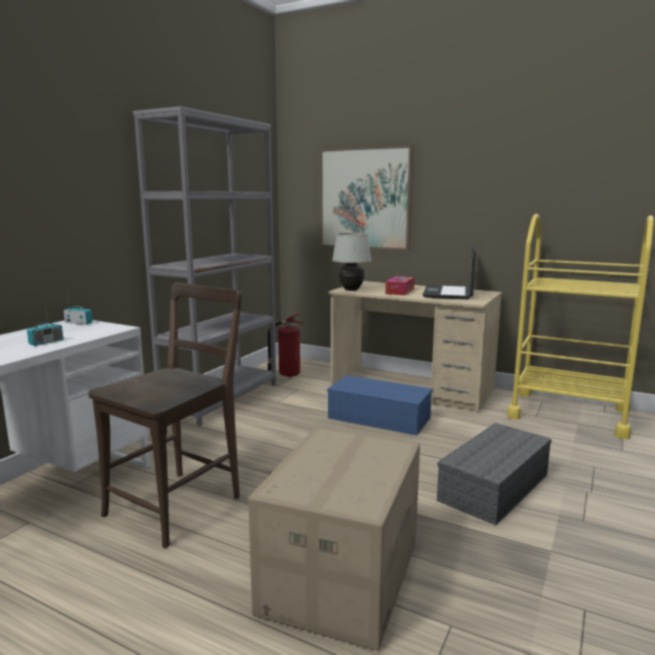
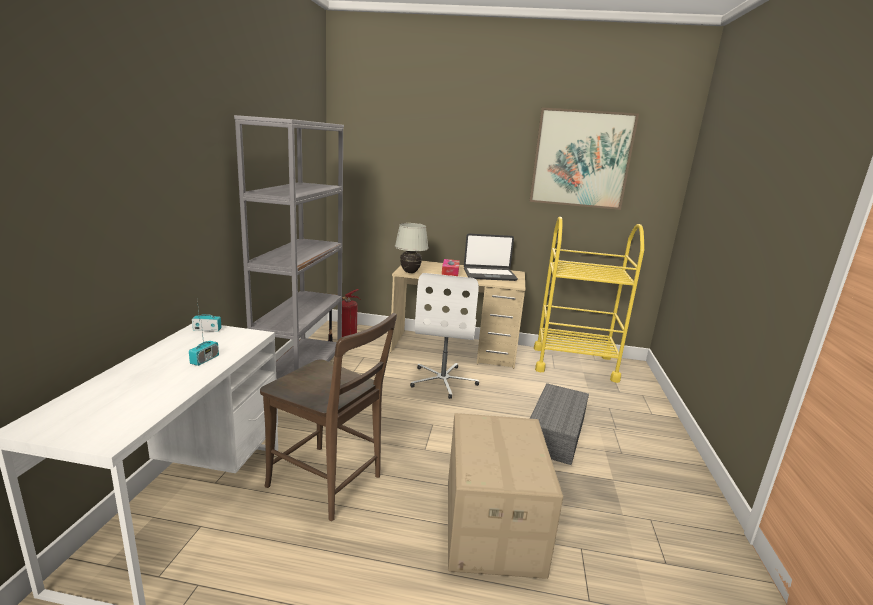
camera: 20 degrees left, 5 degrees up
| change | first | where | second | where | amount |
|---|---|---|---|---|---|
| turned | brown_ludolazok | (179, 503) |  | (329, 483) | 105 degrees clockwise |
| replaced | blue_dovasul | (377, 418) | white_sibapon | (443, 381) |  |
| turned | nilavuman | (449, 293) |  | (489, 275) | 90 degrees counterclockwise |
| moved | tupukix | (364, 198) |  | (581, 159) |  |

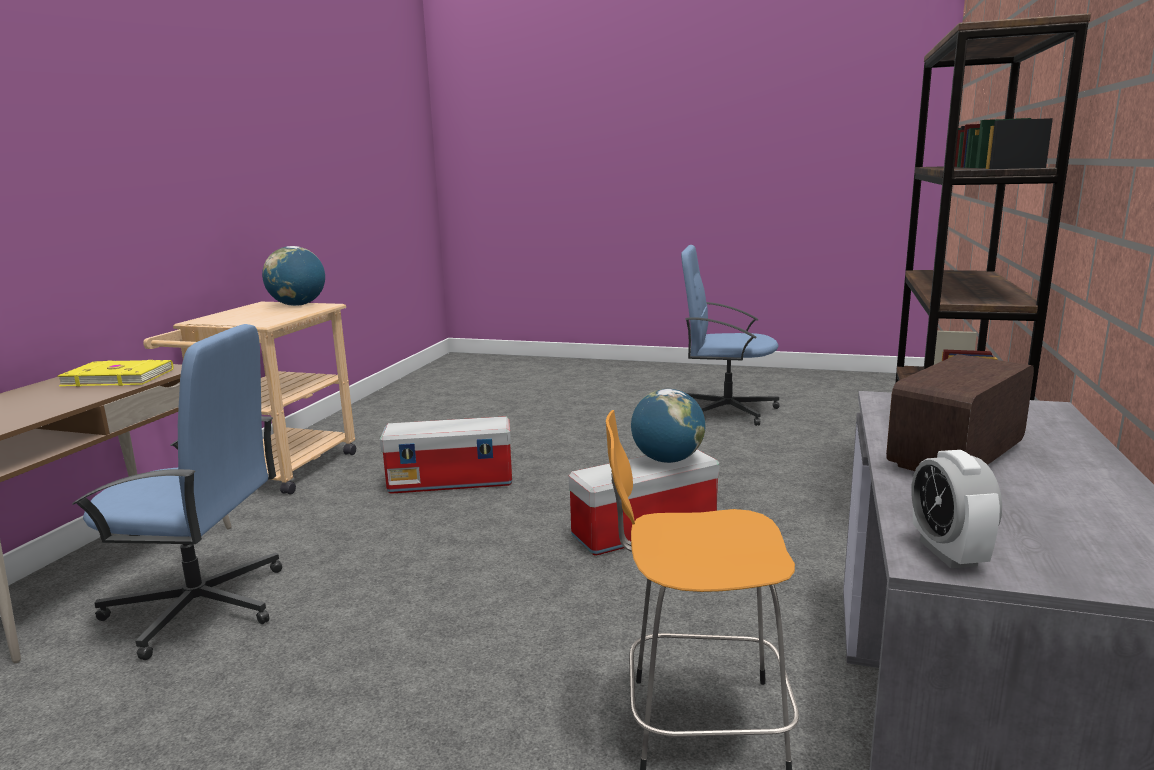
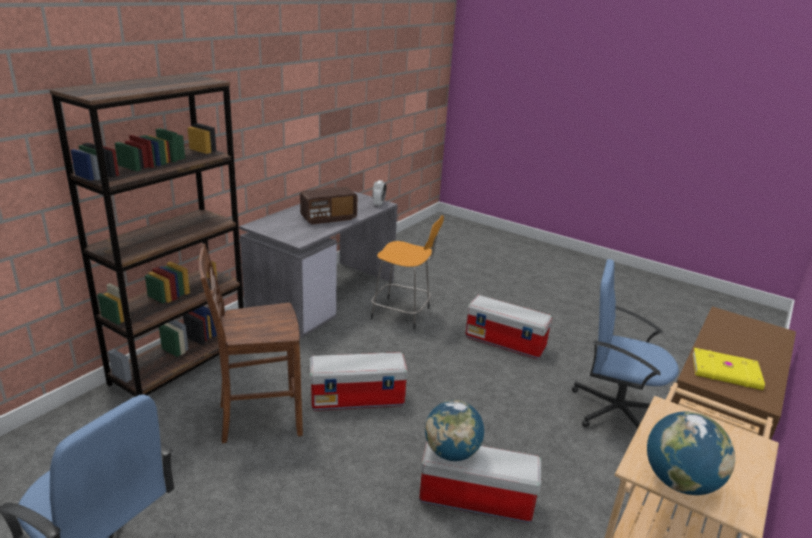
camera: 165 degrees left, 10 degrees up
| change | first | where | second | where | amount |
|---|---|---|---|---|---|
| added |  |  | brown_ludolazok | (258, 418) |  |
| moved | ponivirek | (667, 460) |  | (451, 453) |  |
| added |  |  | dovasul | (506, 342) |  |

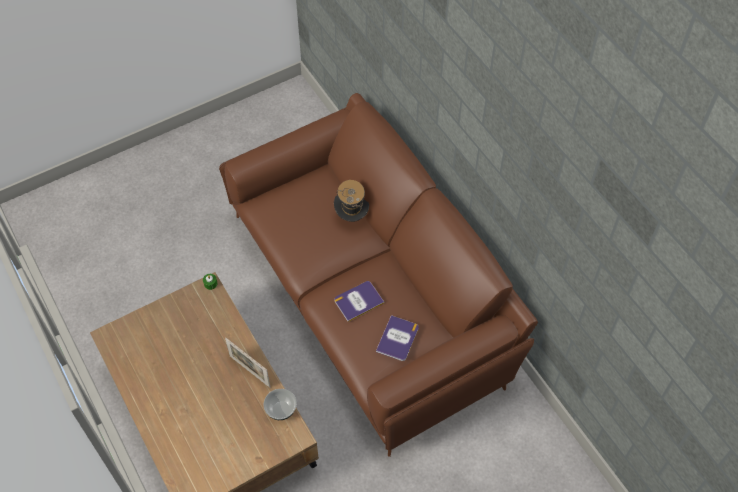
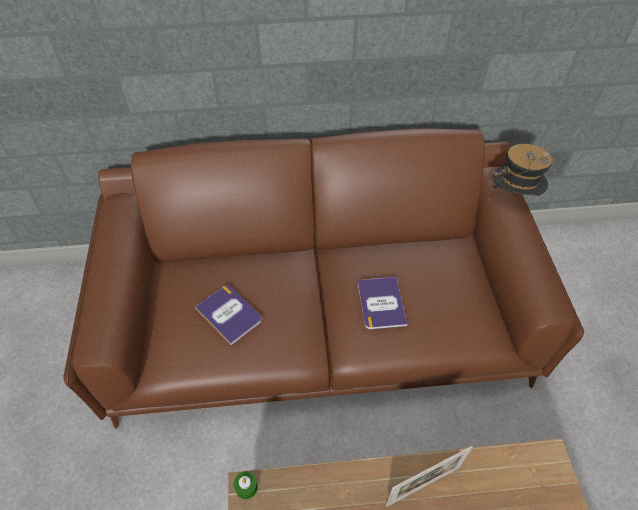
camera: 65 degrees left, 5 degrees down
| change | first | where | second | where | amount |
|---|---|---|---|---|---|
| moved | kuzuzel | (397, 339) |  | (229, 314) |  |
| moved | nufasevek | (351, 216) |  | (512, 198) |  |
| removed | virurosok | (281, 409) |  |  |  |

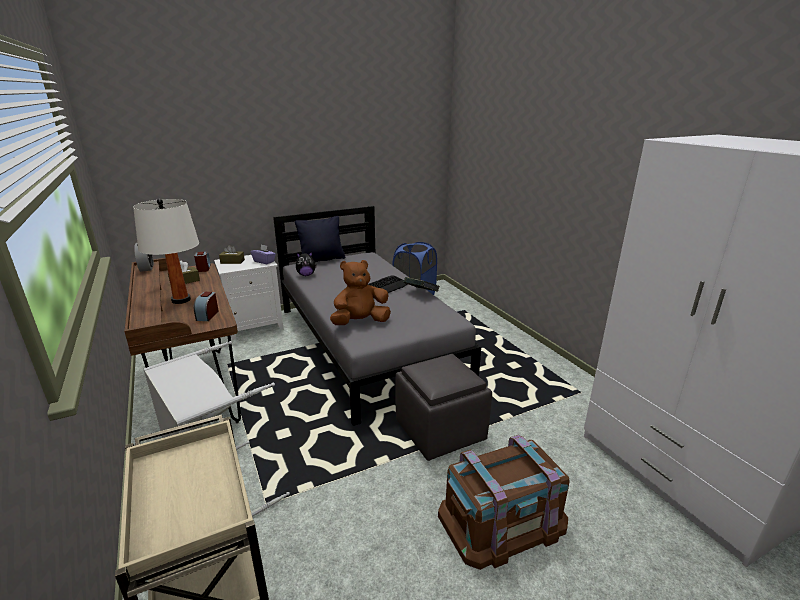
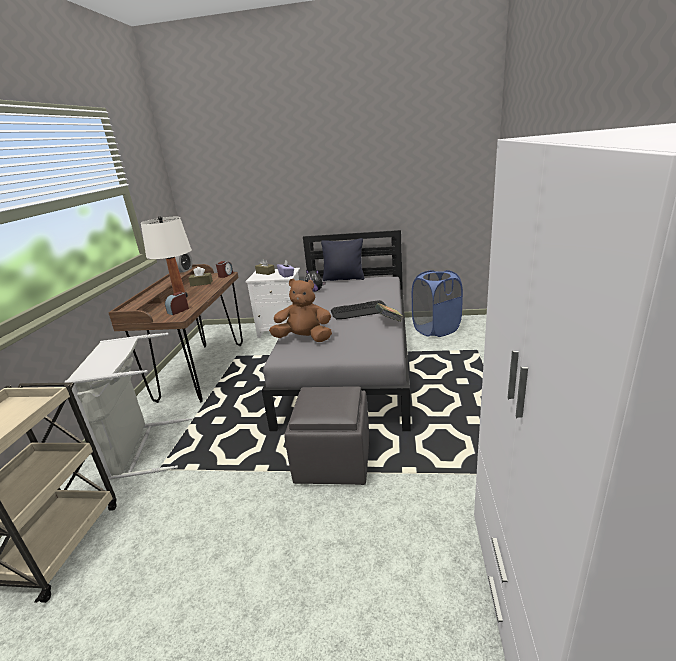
camera: 35 degrees right, 0 degrees up
| change | first | where | second | where | amount |
|---|---|---|---|---|---|
| removed | brown_dovasul | (502, 520) |  |  |  |

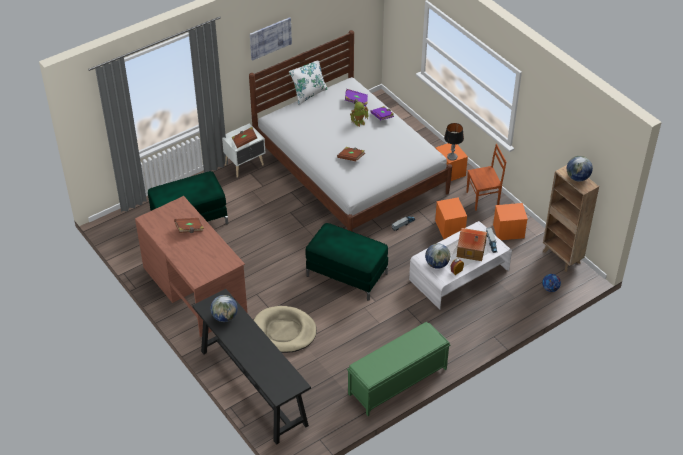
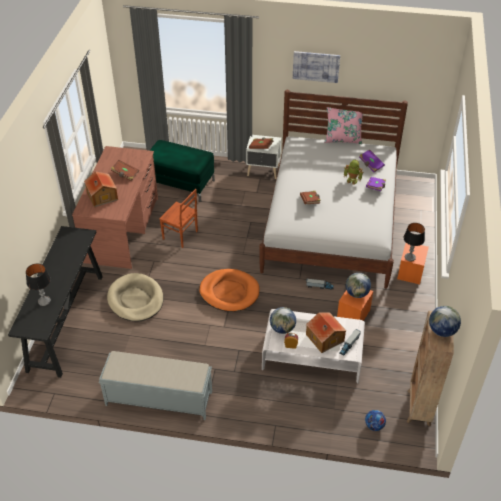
camera: 45 degrees right, 0 degrees up
| change | first | where | second | where | amount |
|---|---|---|---|---|---|
| added |  |  | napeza | (44, 301) |  |
| added |  |  | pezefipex | (102, 196) |  |
| recoloured | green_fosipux | (397, 382) | grey_fosipux | (158, 398) |  |
| moved | brown_ludolazok | (483, 199) |  | (180, 236) |  |
| replaced | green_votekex | (346, 274) | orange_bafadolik | (229, 292) |  |
| recoloured | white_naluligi | (308, 94) | pink_naluligi | (343, 139) |  |
| moved | ponivirek | (225, 317) |  | (357, 293) |  |
| removed | orange_dovasul | (508, 231) |  |  |  |

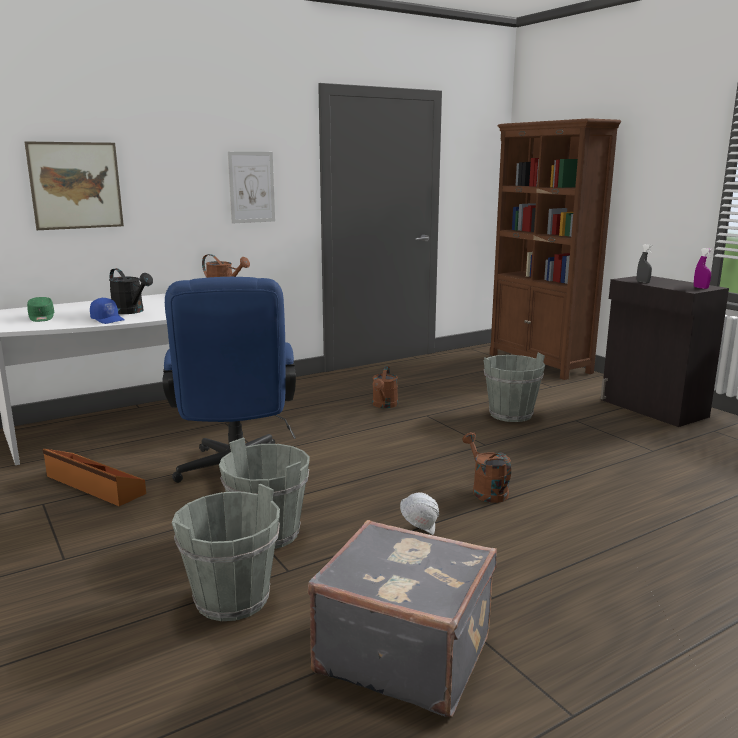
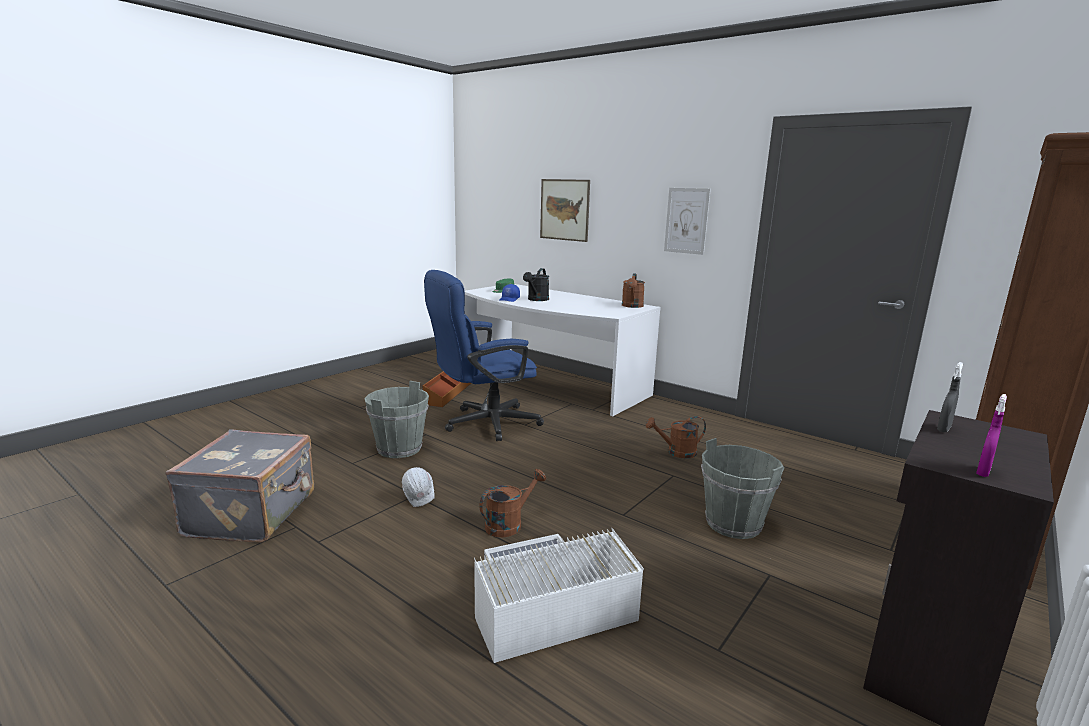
camera: 70 degrees right, 0 degrees up
| change | first | where | second | where | amount |
|---|---|---|---|---|---|
| added |  |  | white_dovasul | (546, 607) |  |
| removed | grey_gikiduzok | (232, 598) |  |  |  |

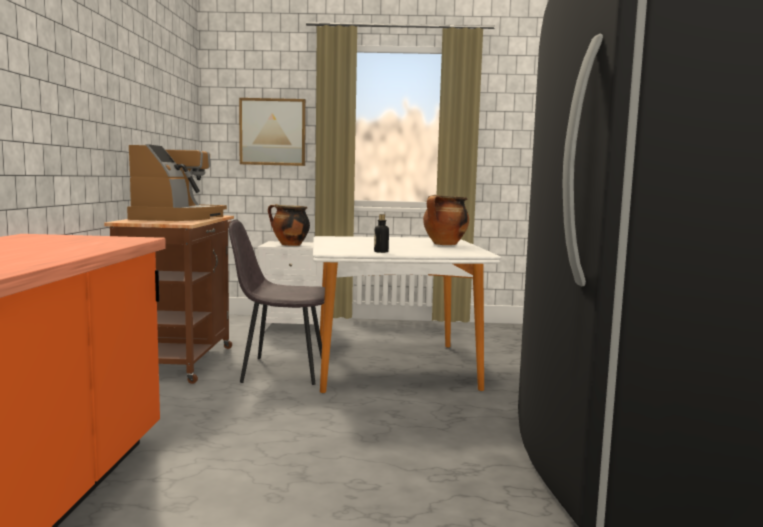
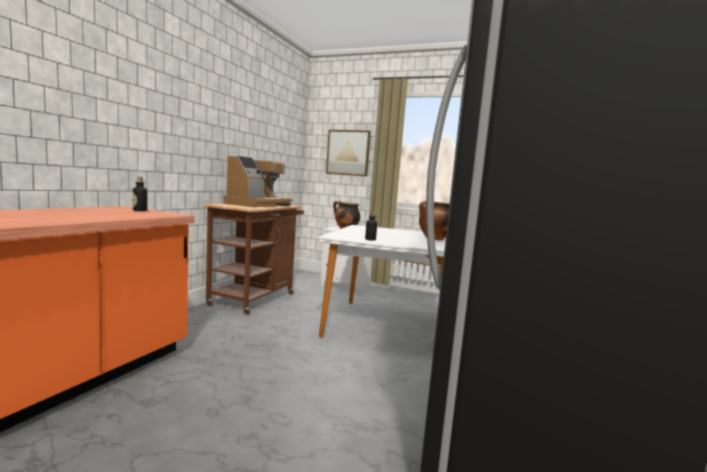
camera: 20 degrees right, 0 degrees up
| change | first | where | second | where | amount |
|---|---|---|---|---|---|
| added |  |  | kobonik | (140, 210) |  |
| removed | grey_ludolazok | (281, 370) |  |  |  |

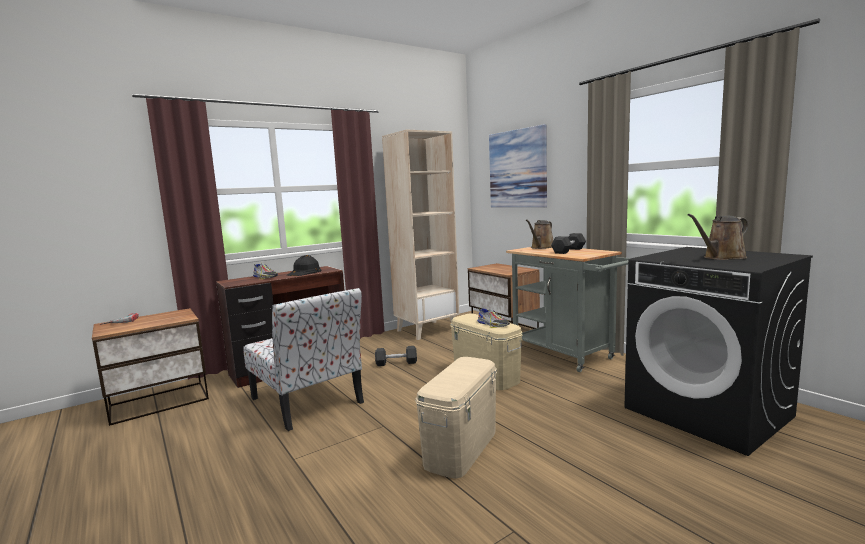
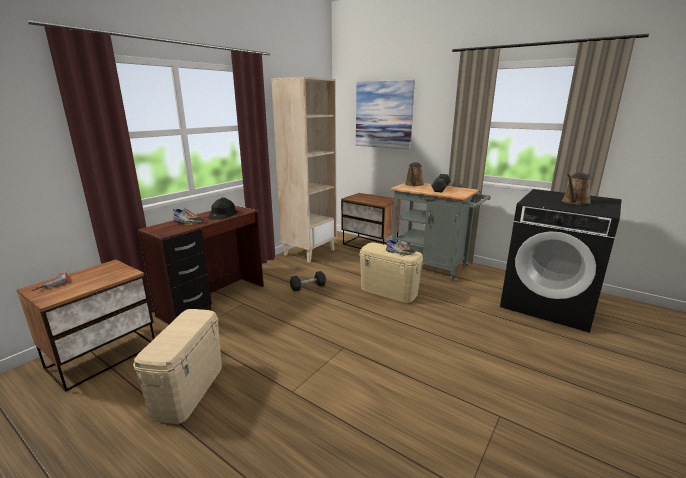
camera: 20 degrees left, 10 degrees up
| change | first | where | second | where | amount |
|---|---|---|---|---|---|
| moved | beige_dovasul | (461, 447) |  | (188, 389) |  |
| removed | ludolazok | (308, 401) |  |  |  |

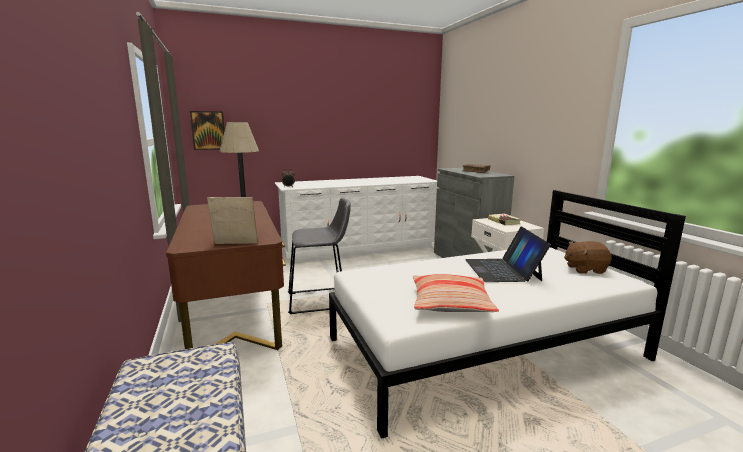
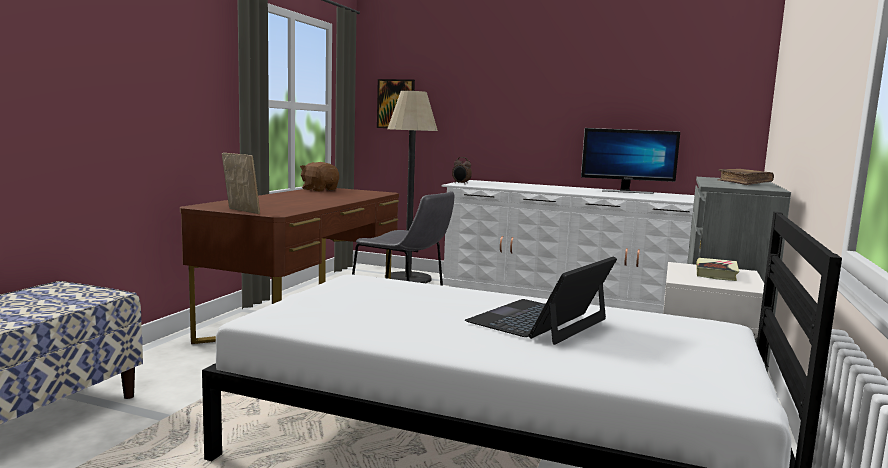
camera: 40 degrees right, 5 degrees down
| change | first | where | second | where | amount |
|---|---|---|---|---|---|
| moved | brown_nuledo | (584, 269) |  | (319, 190) |  |
| added |  |  | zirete | (626, 191) |  |
| removed | naluligi | (450, 303) |  |  |  |

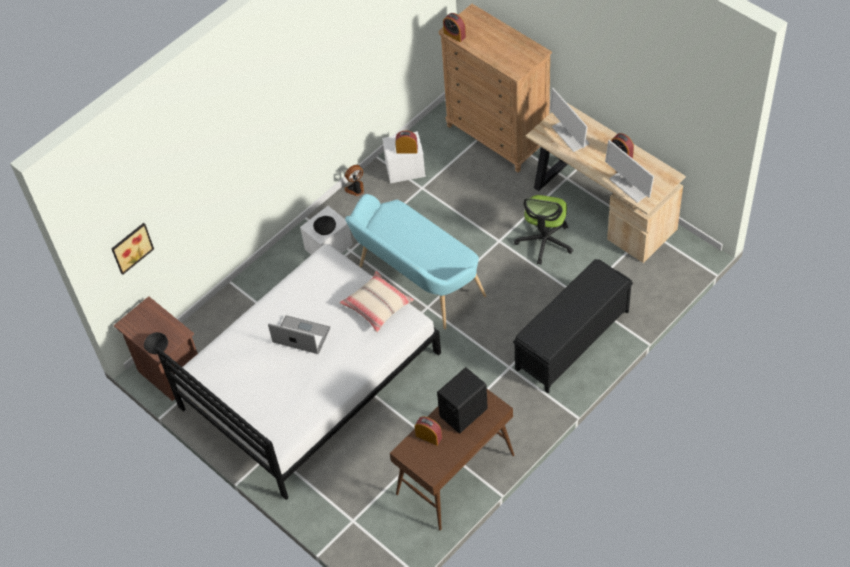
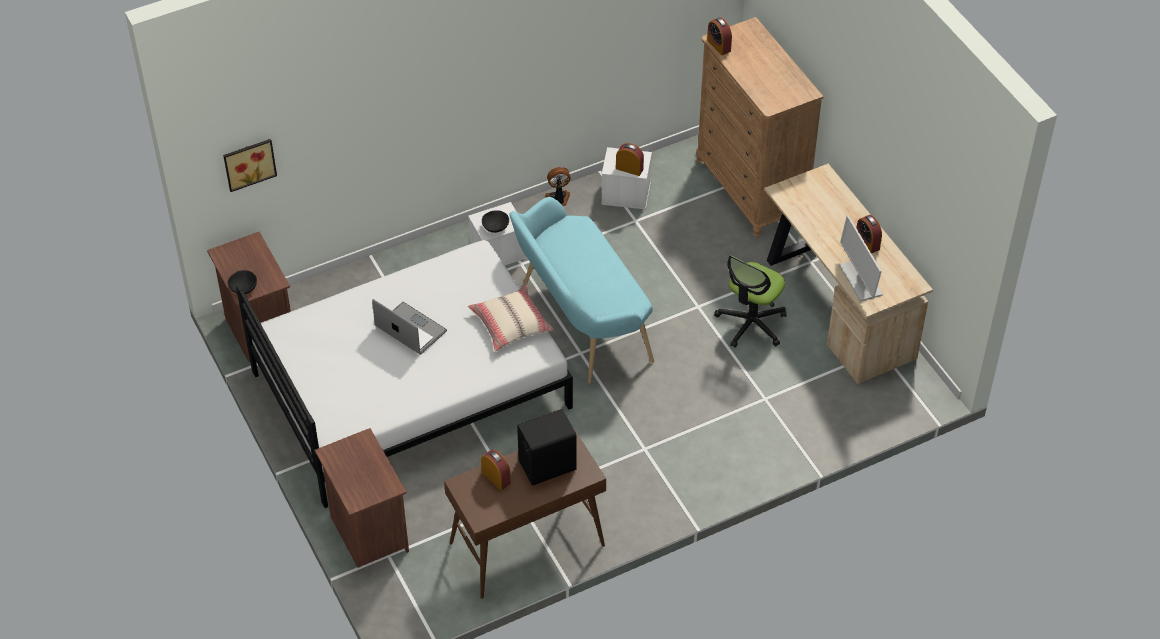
camera: 15 degrees right, 5 degrees down
| change | first | where | second | where | amount |
|---|---|---|---|---|---|
| added |  |  | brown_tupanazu | (367, 532) |  |
| removed | black_fosipux | (571, 341) |  |  |  |
| removed | zirete | (570, 135) |  |  |  |

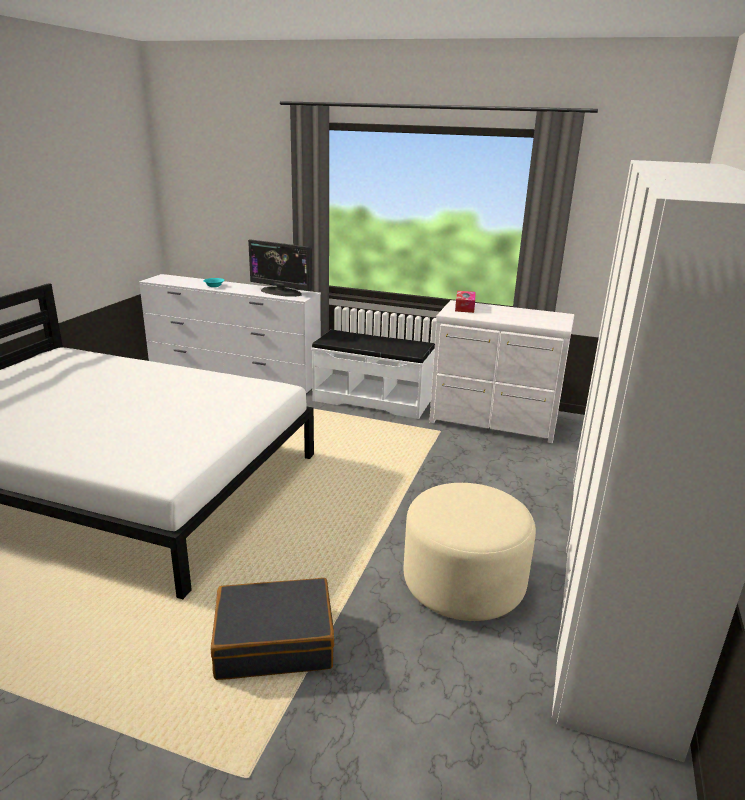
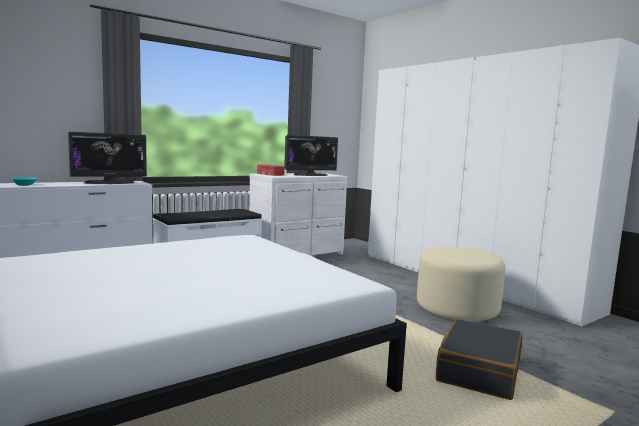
camera: 55 degrees left, 15 degrees down
| change | first | where | second | where | amount |
|---|---|---|---|---|---|
| added |  |  | zirete | (310, 175) |  |

